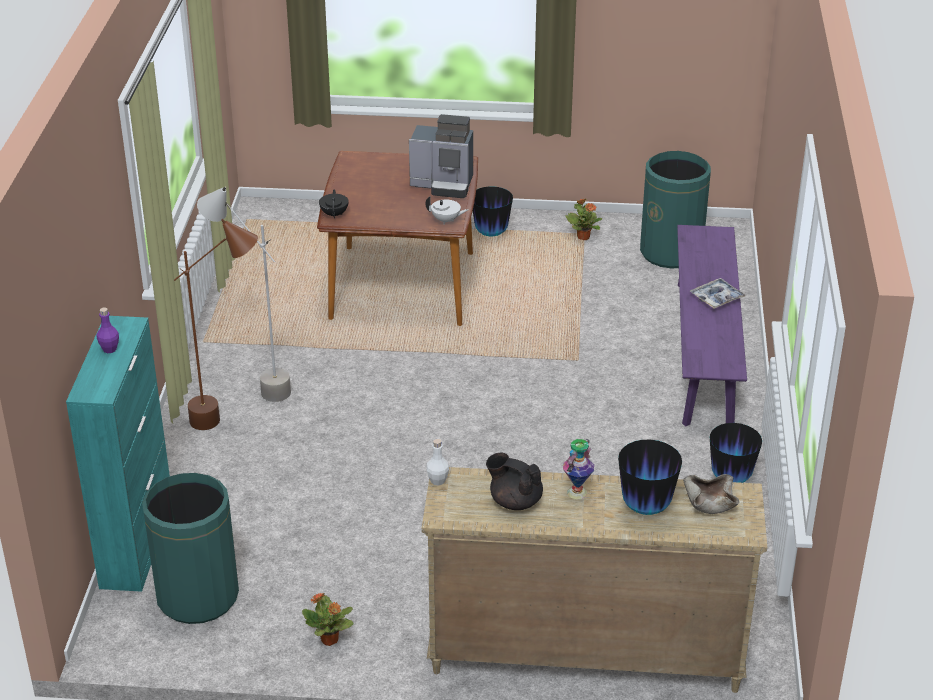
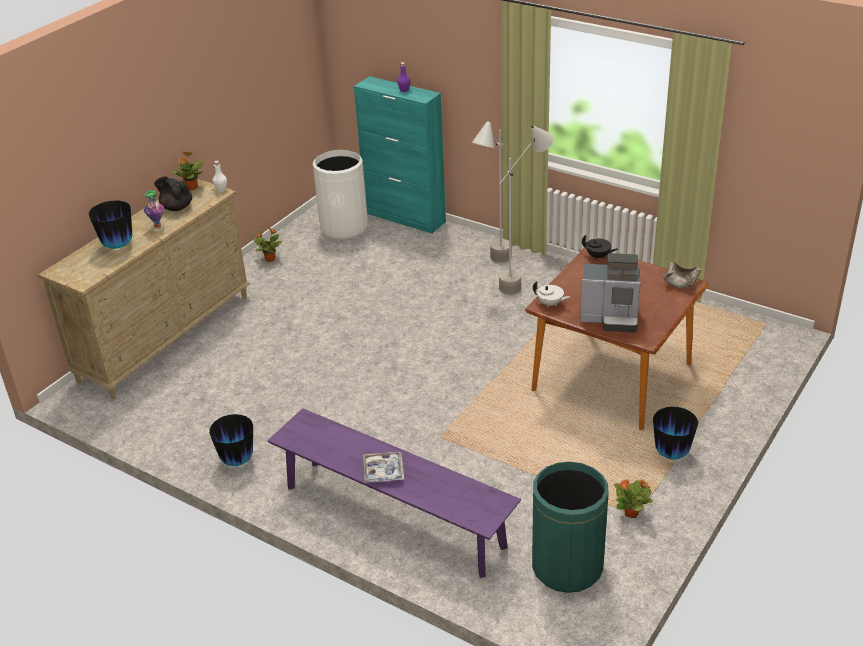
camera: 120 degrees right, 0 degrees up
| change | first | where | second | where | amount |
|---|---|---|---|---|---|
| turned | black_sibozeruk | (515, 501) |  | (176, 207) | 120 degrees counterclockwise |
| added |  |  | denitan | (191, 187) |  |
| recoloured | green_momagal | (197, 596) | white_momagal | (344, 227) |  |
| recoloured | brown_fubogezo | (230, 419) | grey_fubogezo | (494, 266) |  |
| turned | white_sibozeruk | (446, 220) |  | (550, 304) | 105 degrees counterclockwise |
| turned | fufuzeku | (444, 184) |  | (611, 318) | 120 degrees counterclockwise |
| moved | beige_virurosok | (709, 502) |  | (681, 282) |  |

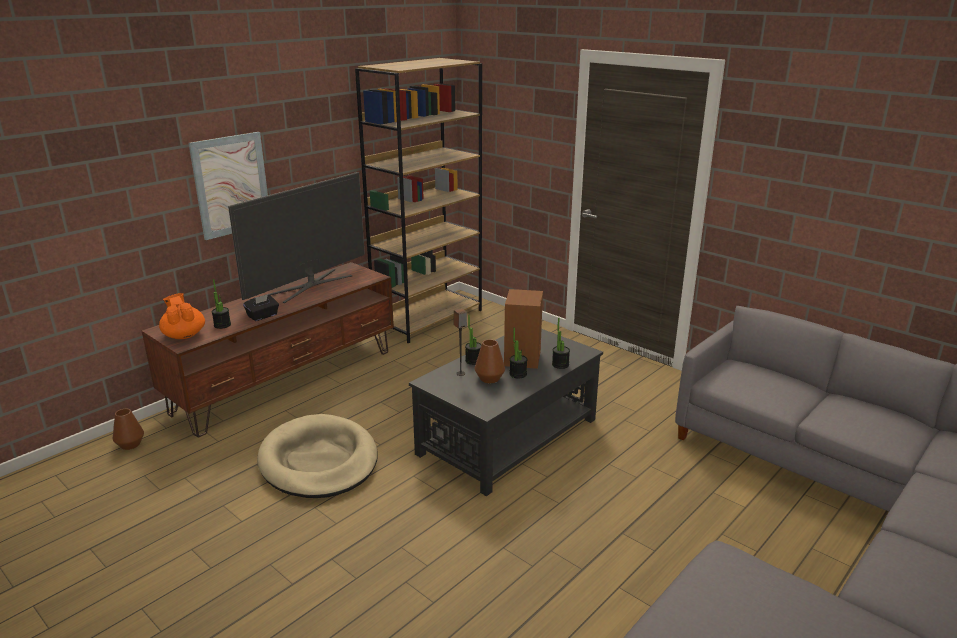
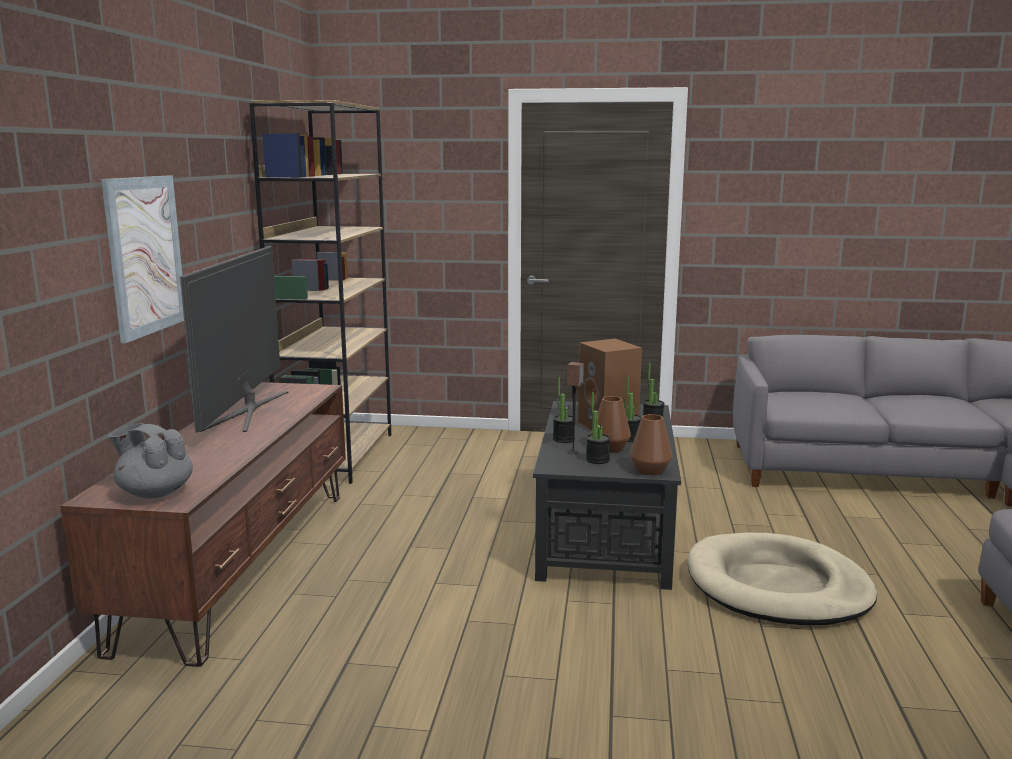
camera: 35 degrees left, 10 degrees down
| change | first | where | second | where | amount |
|---|---|---|---|---|---|
| recoloured | orange_sibozeruk | (184, 335) | grey_sibozeruk | (155, 493) |  |
| moved | denitan | (222, 325) |  | (597, 460) |  |
| moved | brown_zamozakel | (130, 444) |  | (650, 470) |  |
| moved | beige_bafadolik | (319, 461) |  | (777, 587) |  |
| removed | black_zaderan | (263, 316) |  |  |  |

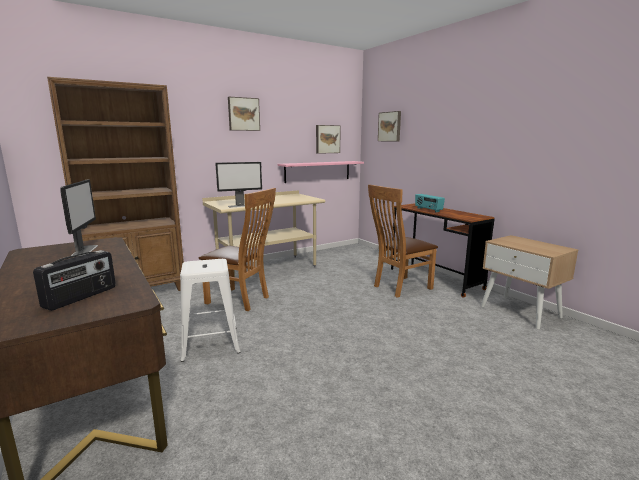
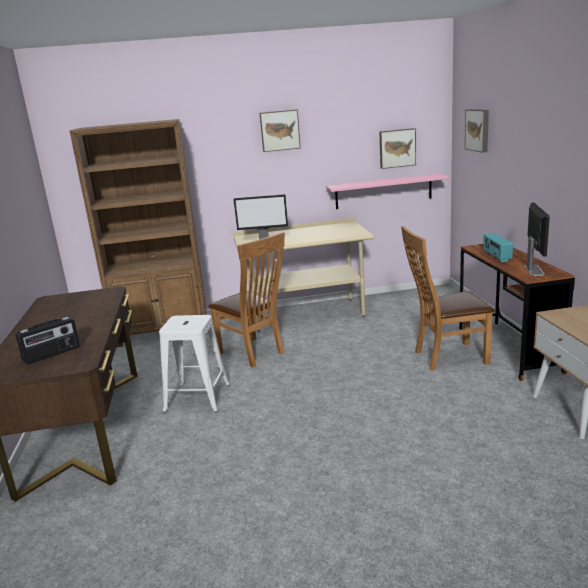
camera: 25 degrees right, 5 degrees up
| change | first | where | second | where | amount |
|---|---|---|---|---|---|
| moved | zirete | (85, 250) |  | (534, 269) |  |

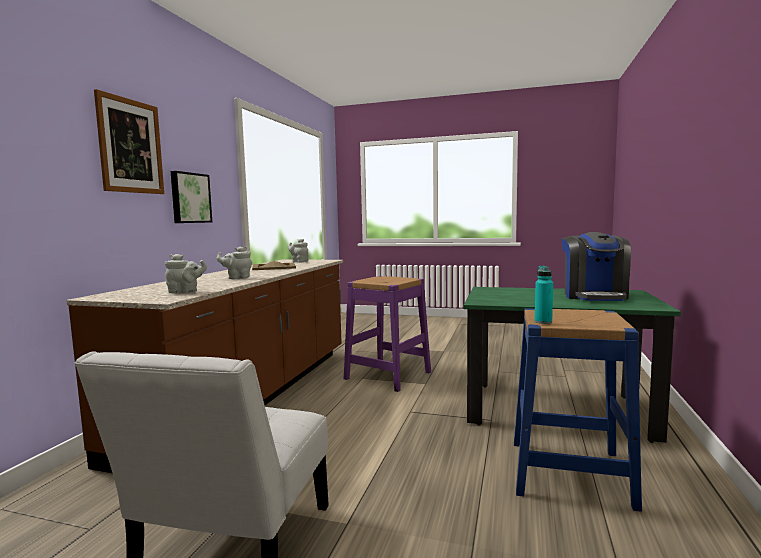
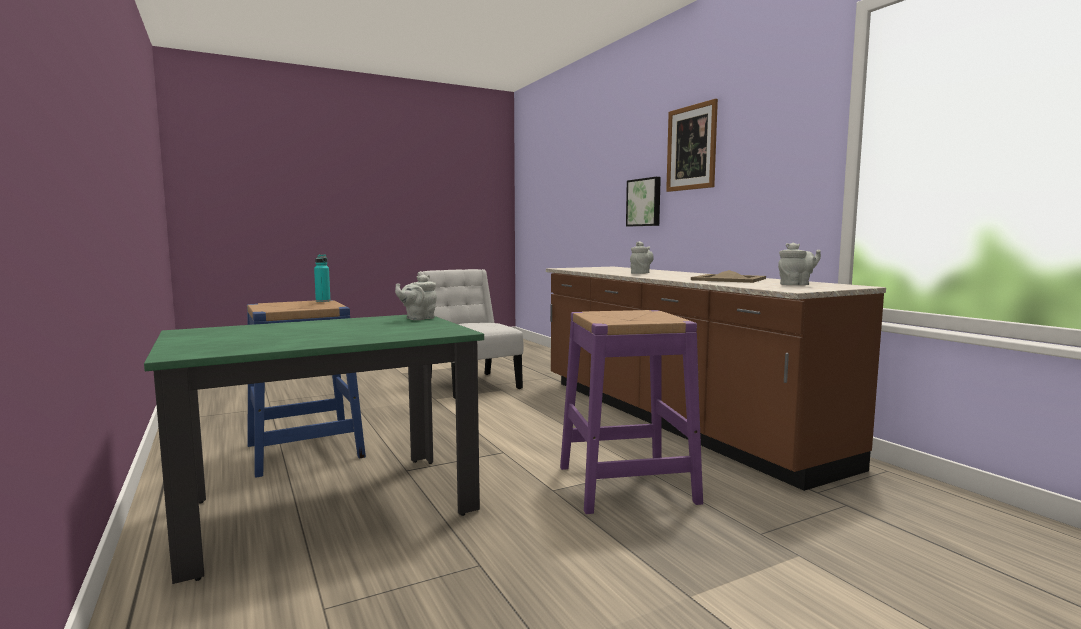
camera: 135 degrees right, 0 degrees up
| change | first | where | second | where | amount |
|---|---|---|---|---|---|
| moved | grey_sibozeruk | (185, 292) |  | (418, 318) |  |
| moved | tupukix | (190, 198) |  | (644, 202) |  |
| removed | fufuzeku | (594, 296) |  |  |  |

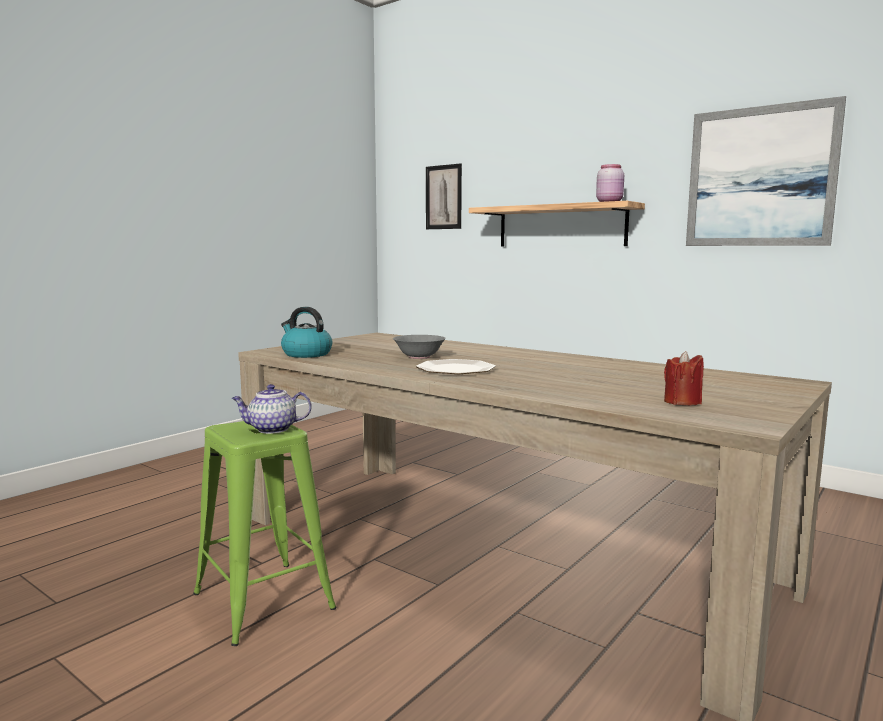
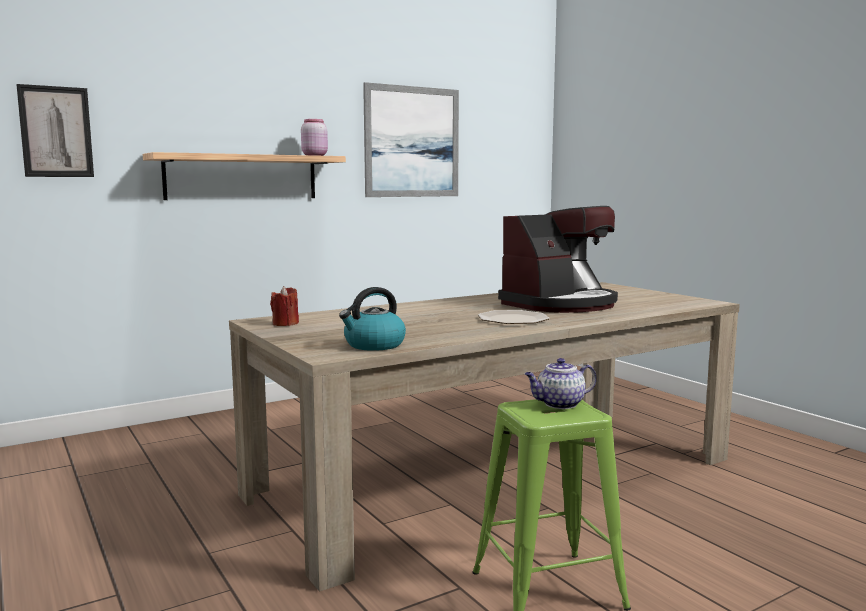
camera: 70 degrees left, 0 degrees up
| change | first | where | second | where | amount |
|---|---|---|---|---|---|
| moved | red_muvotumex | (682, 402) |  | (285, 324) |  |
| added |  |  | fufuzeku | (560, 304) |  |
| turned | sibozeruk | (271, 429) |  | (559, 404) | 60 degrees clockwise |
| removed | grey_virurosok | (419, 357) |  |  |  |

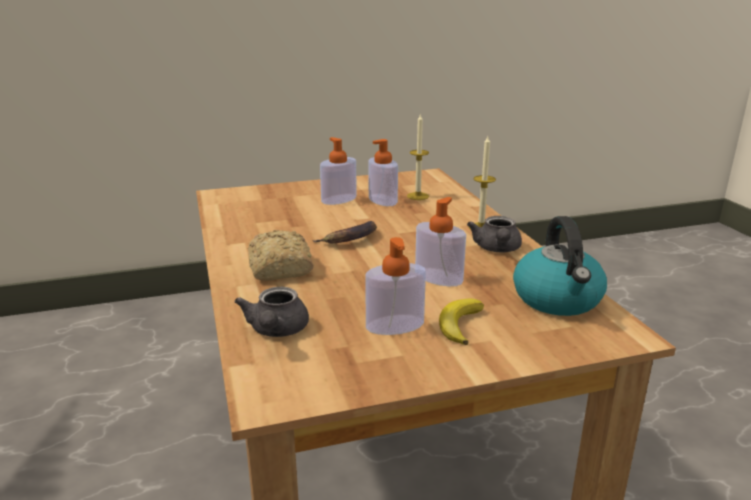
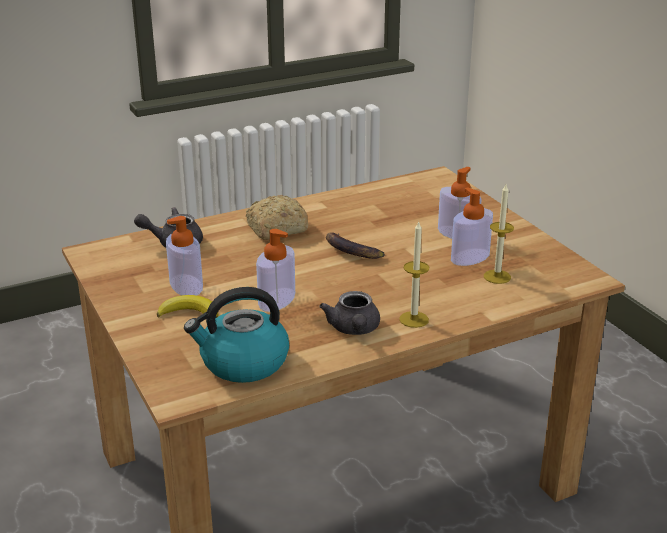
camera: 80 degrees right, 5 degrees up
| change | first | where | second | where | amount |
|---|---|---|---|---|---|
| turned | grey_sibozeruk | (497, 249) |  | (354, 330) | 90 degrees counterclockwise |

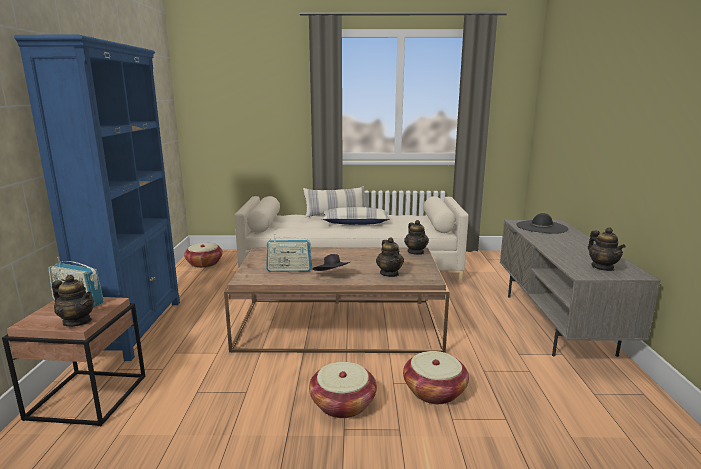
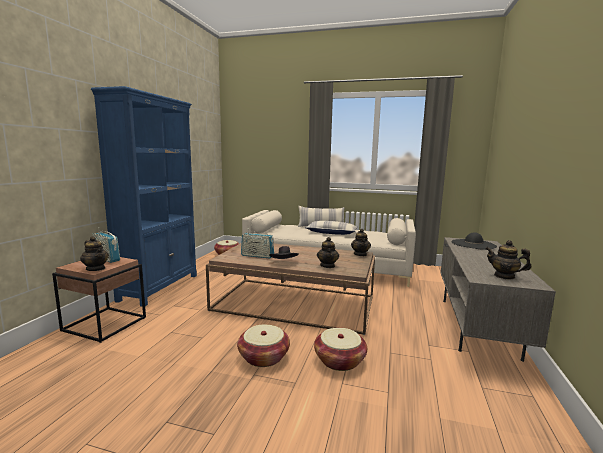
camera: 15 degrees right, 5 degrees down
| change | first | where | second | where | amount |
|---|---|---|---|---|---|
| turned | sibozeruk | (602, 267) |  | (504, 276) | 120 degrees clockwise |

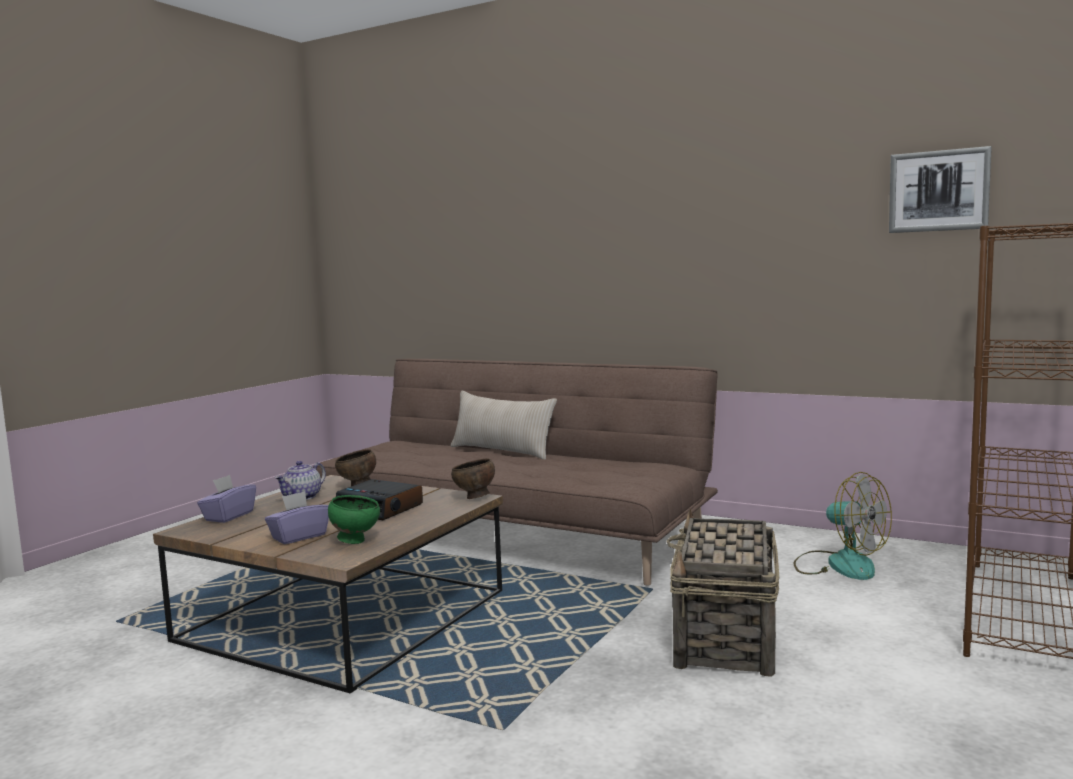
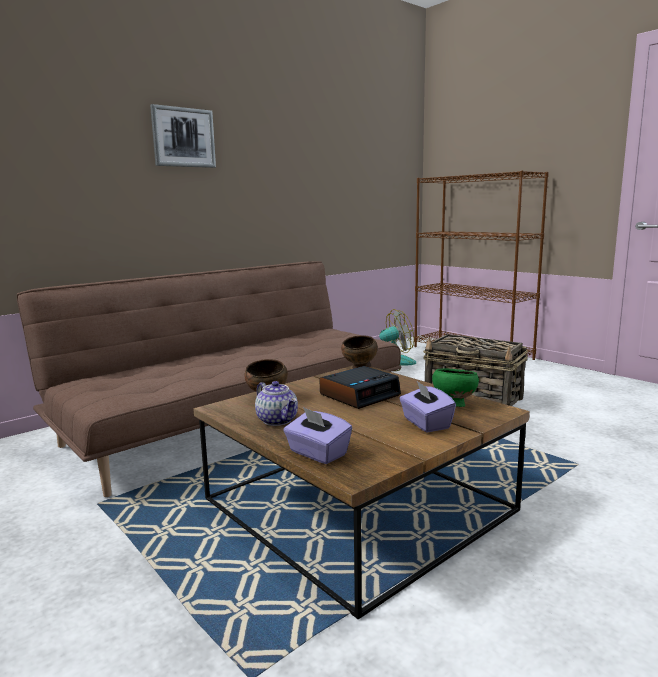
camera: 70 degrees left, 5 degrees up
| change | first | where | second | where | amount |
|---|---|---|---|---|---|
| moved | tupukix | (938, 191) |  | (183, 137) |  |
| removed | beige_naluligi | (502, 451) |  |  |  |

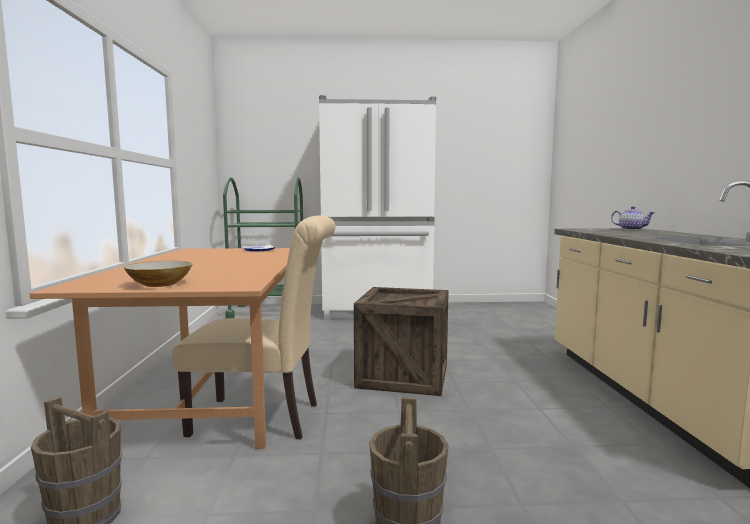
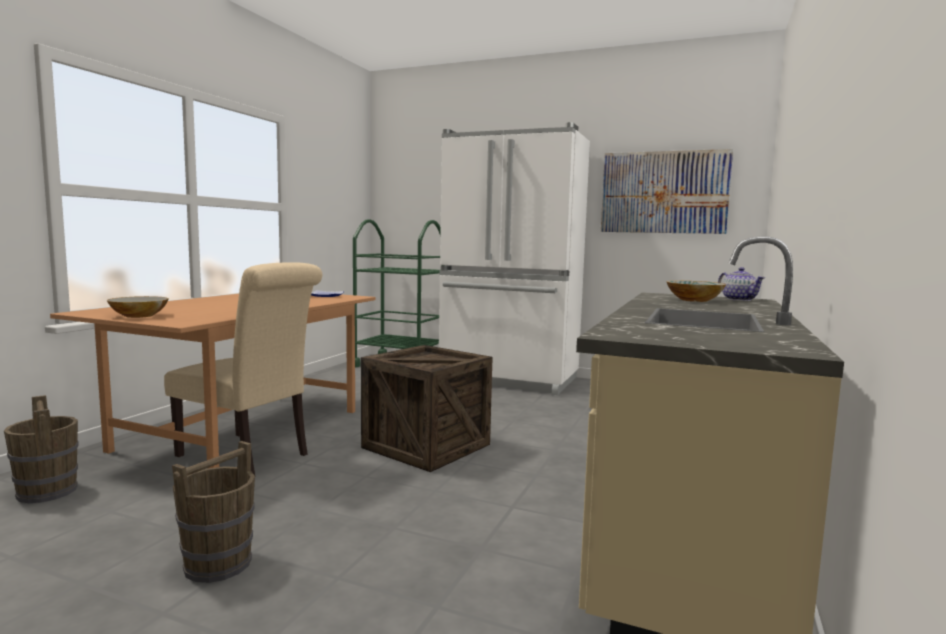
camera: 25 degrees right, 0 degrees up
| change | first | where | second | where | amount |
|---|---|---|---|---|---|
| added |  |  | tupukix | (663, 192) |  |
| added |  |  | virurosok | (695, 300) |  |

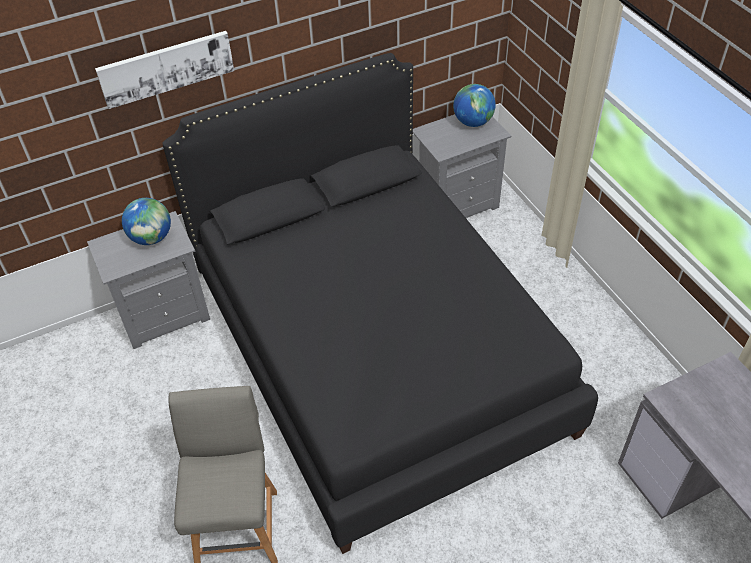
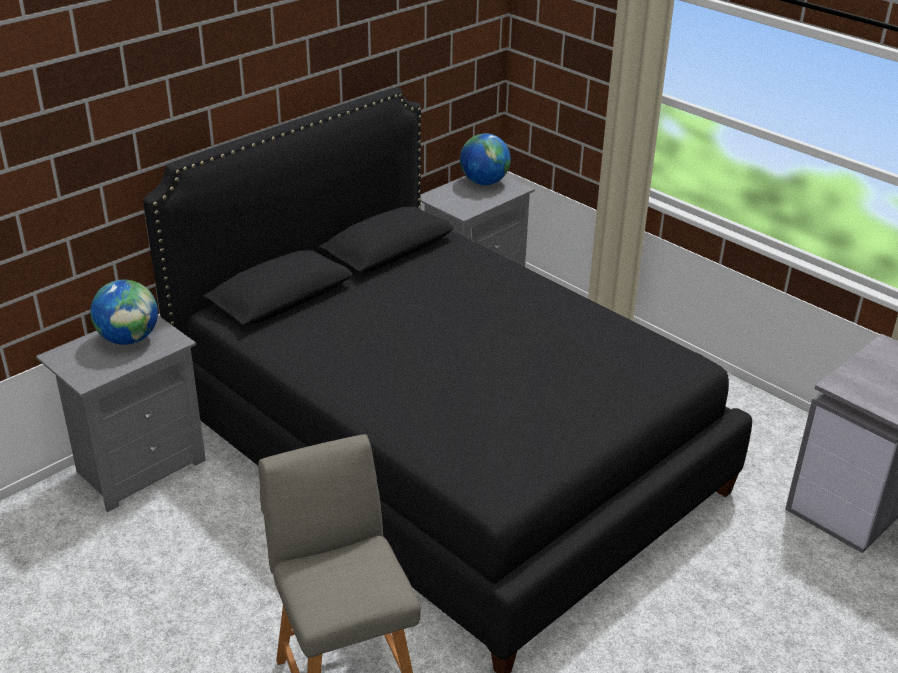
camera: 20 degrees left, 15 degrees down
| change | first | where | second | where | amount |
|---|---|---|---|---|---|
| removed | tupukix | (166, 68) |  |  |  |

